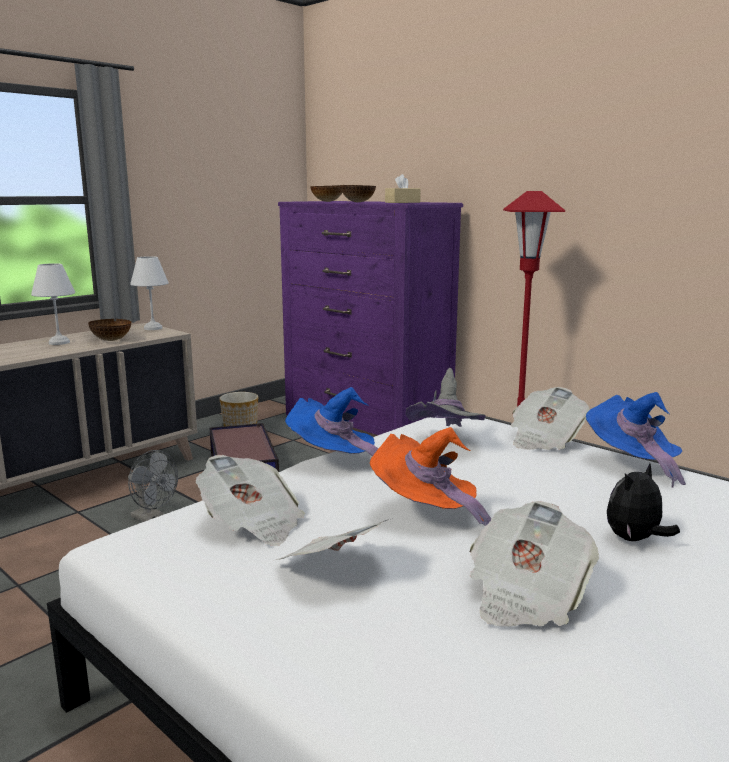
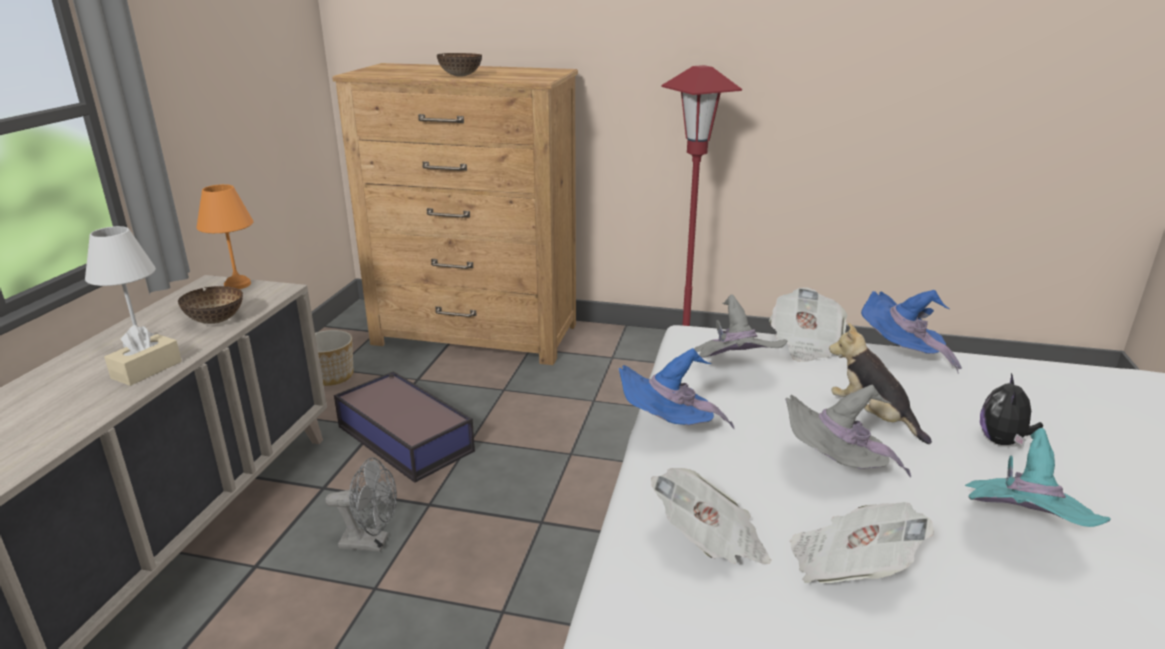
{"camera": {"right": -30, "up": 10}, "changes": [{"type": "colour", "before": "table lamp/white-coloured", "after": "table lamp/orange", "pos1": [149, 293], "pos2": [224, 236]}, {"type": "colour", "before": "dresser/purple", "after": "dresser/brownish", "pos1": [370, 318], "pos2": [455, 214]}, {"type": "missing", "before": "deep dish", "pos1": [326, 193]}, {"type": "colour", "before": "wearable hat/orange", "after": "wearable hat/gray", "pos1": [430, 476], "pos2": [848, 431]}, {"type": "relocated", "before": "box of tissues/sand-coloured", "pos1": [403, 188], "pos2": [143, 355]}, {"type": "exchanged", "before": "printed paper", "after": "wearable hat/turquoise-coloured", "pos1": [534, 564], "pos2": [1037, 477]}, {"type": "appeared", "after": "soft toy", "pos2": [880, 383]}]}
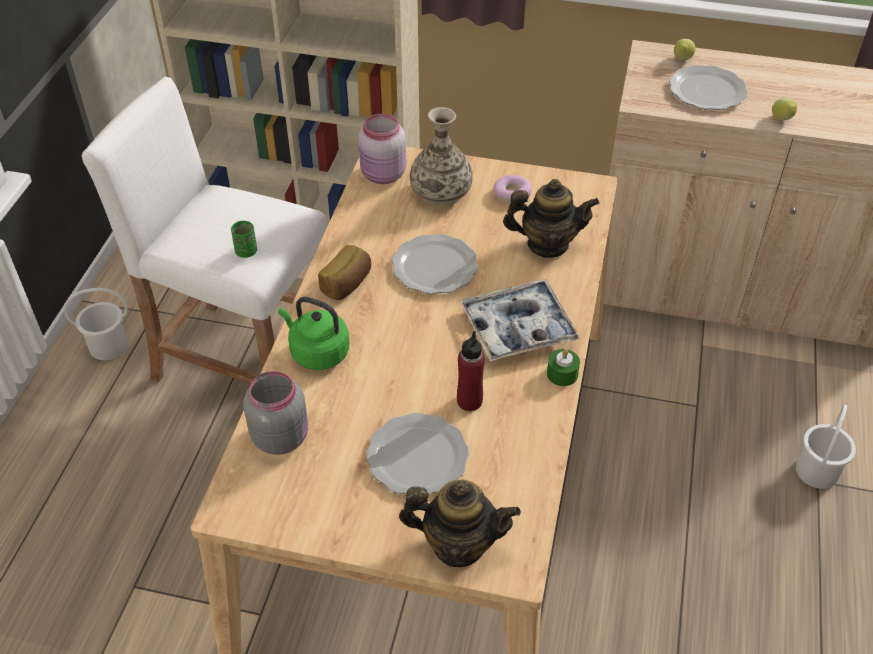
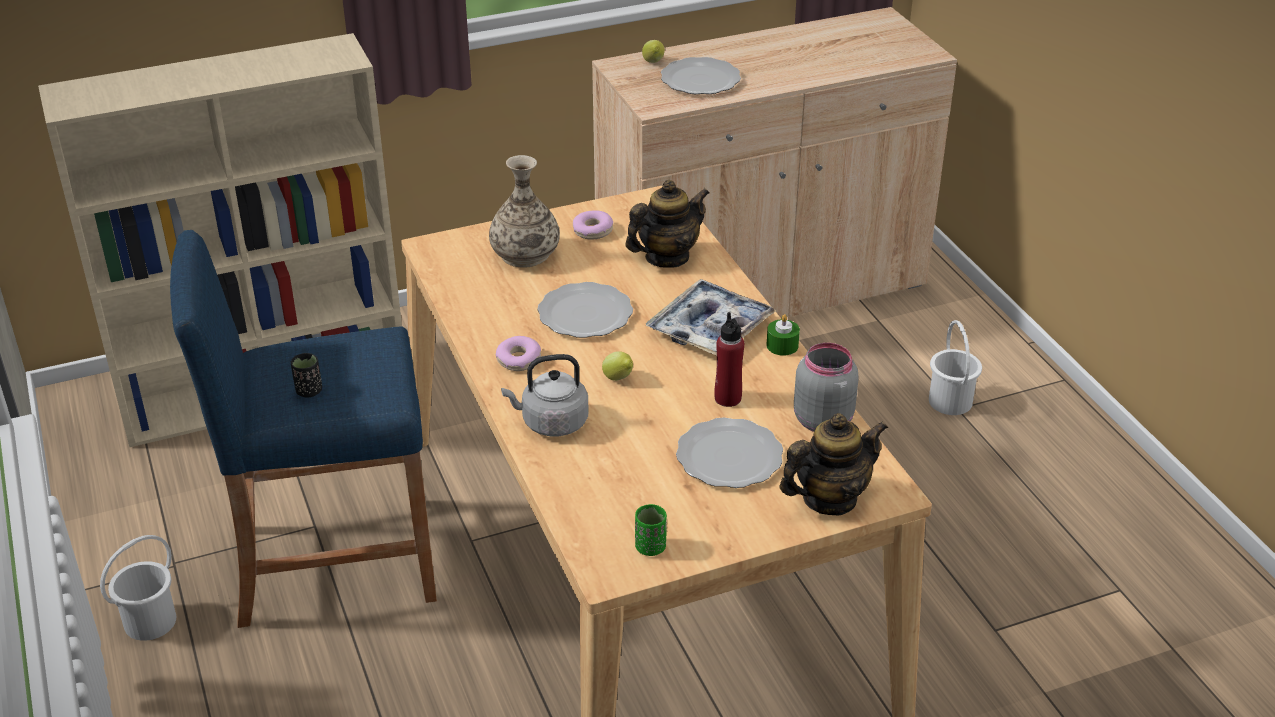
{"camera": {"right": -35, "up": -10}, "changes": [{"type": "colour", "before": "sitting stool/white-coloured", "after": "sitting stool/bluish", "pos1": [204, 230], "pos2": [303, 429]}, {"type": "relocated", "before": "drinking cup/green-coloured", "pos1": [244, 239], "pos2": [651, 530]}, {"type": "relocated", "before": "storage jar/gray", "pos1": [275, 413], "pos2": [826, 387]}, {"type": "colour", "before": "tea kettle/green-coloured", "after": "tea kettle/gray", "pos1": [313, 333], "pos2": [544, 395]}, {"type": "exchanged", "before": "bakery bread", "after": "donut", "pos1": [345, 272], "pos2": [518, 353]}, {"type": "missing", "before": "storage jar/pink", "pos1": [382, 149]}, {"type": "relocated", "before": "lemon", "pos1": [784, 109], "pos2": [617, 366]}, {"type": "appeared", "after": "drinking cup/blackish", "pos2": [306, 375]}]}
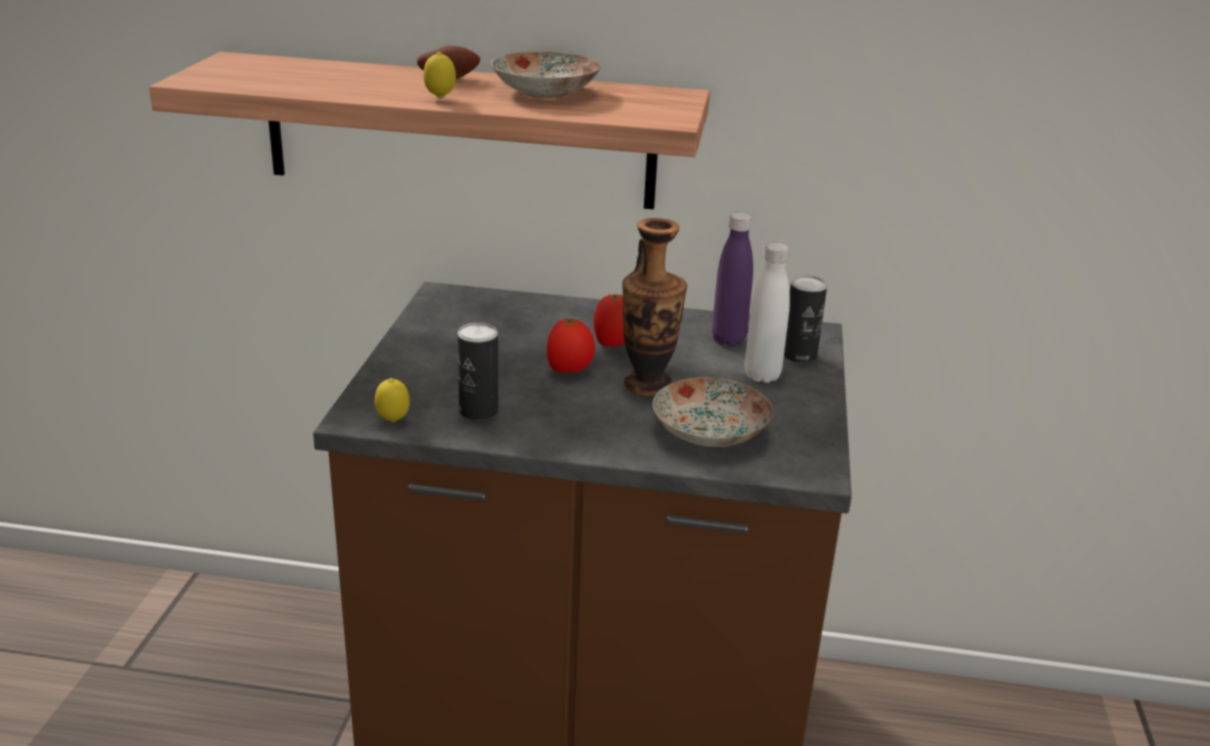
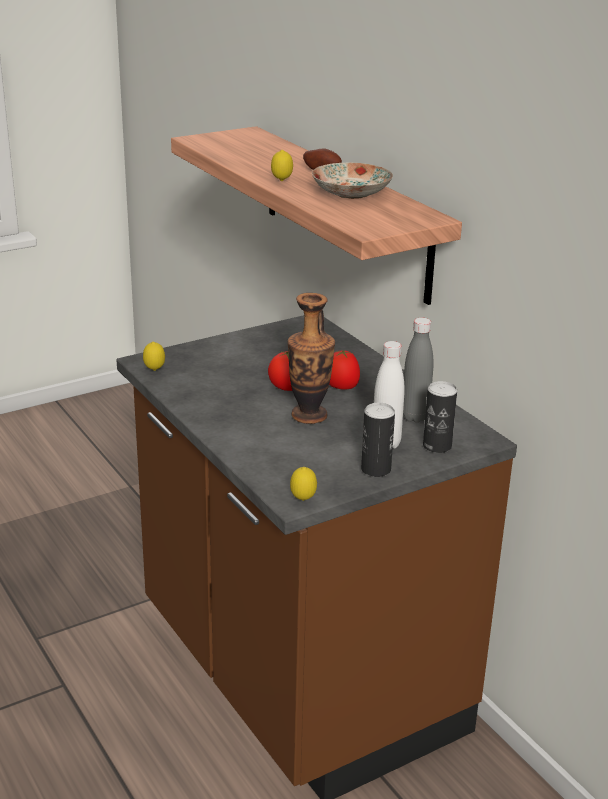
{"camera": {"right": 50, "up": 0}, "changes": [{"type": "relocated", "before": "metal can", "pos1": [477, 371], "pos2": [378, 440]}, {"type": "missing", "before": "plate", "pos1": [713, 412]}, {"type": "colour", "before": "beverage bottle/purple", "after": "beverage bottle/gray", "pos1": [732, 279], "pos2": [418, 370]}, {"type": "appeared", "after": "lemon", "pos2": [303, 484]}]}
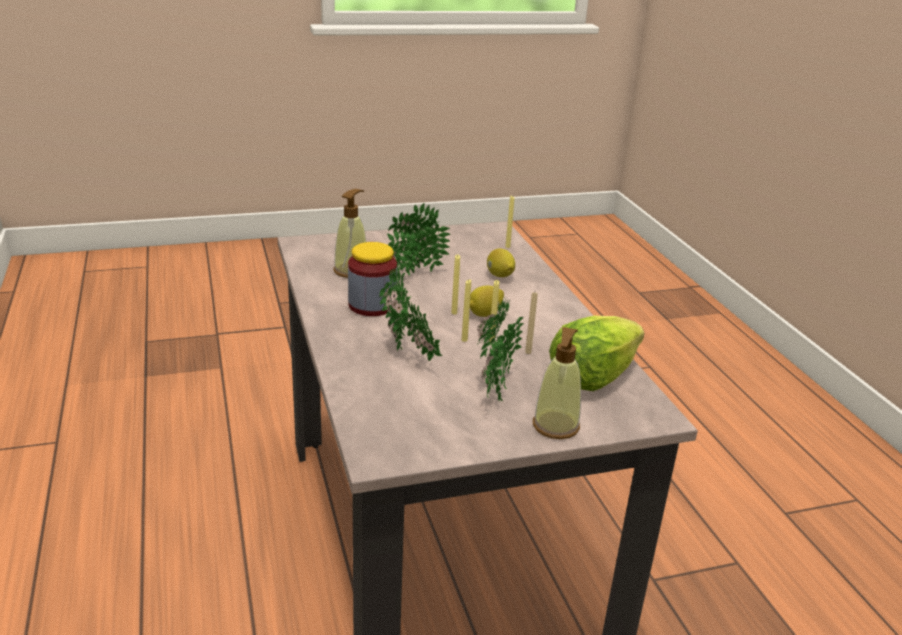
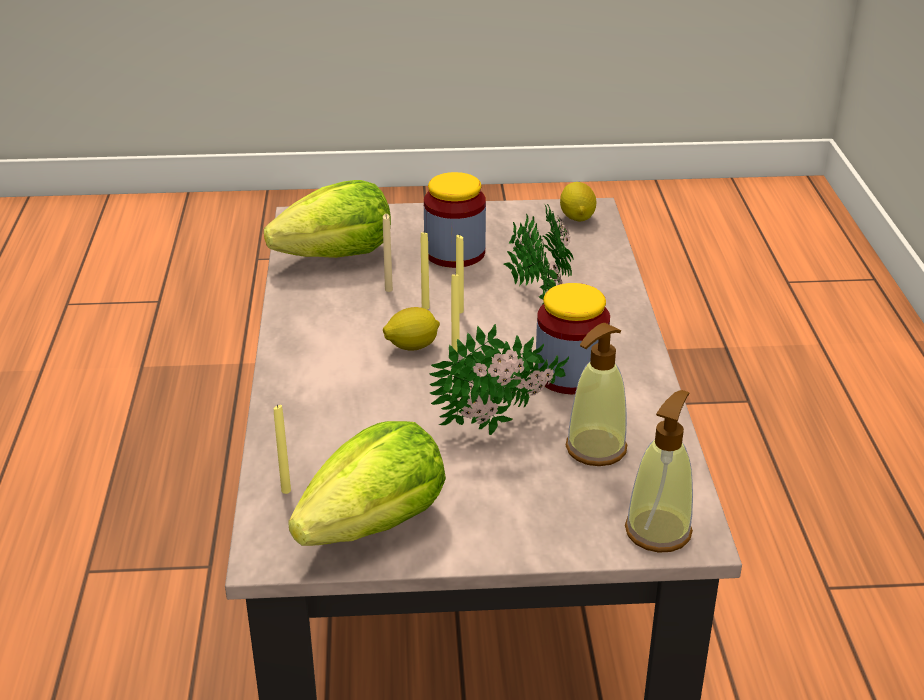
{"camera": {"right": -165, "up": 5}, "changes": [{"type": "exchanged", "before": "plant in a pot", "after": "storage jar", "pos1": [500, 350], "pos2": [455, 220]}, {"type": "relocated", "before": "lemon", "pos1": [501, 262], "pos2": [578, 202]}, {"type": "relocated", "before": "soap dispenser", "pos1": [557, 383], "pos2": [659, 471]}, {"type": "appeared", "after": "head of lettuce", "pos2": [367, 483]}]}
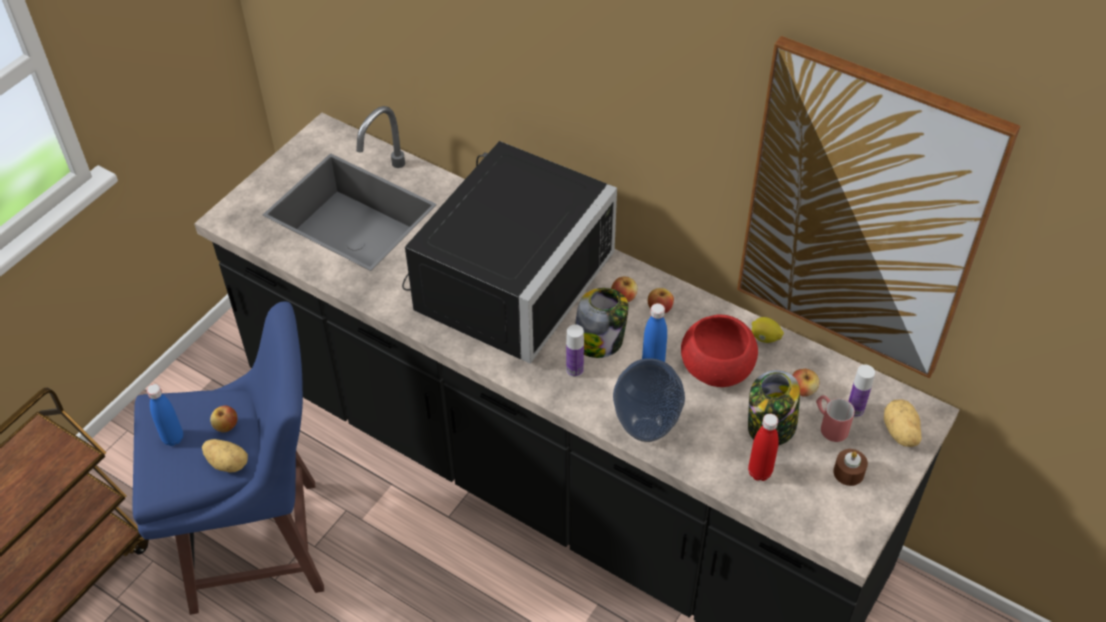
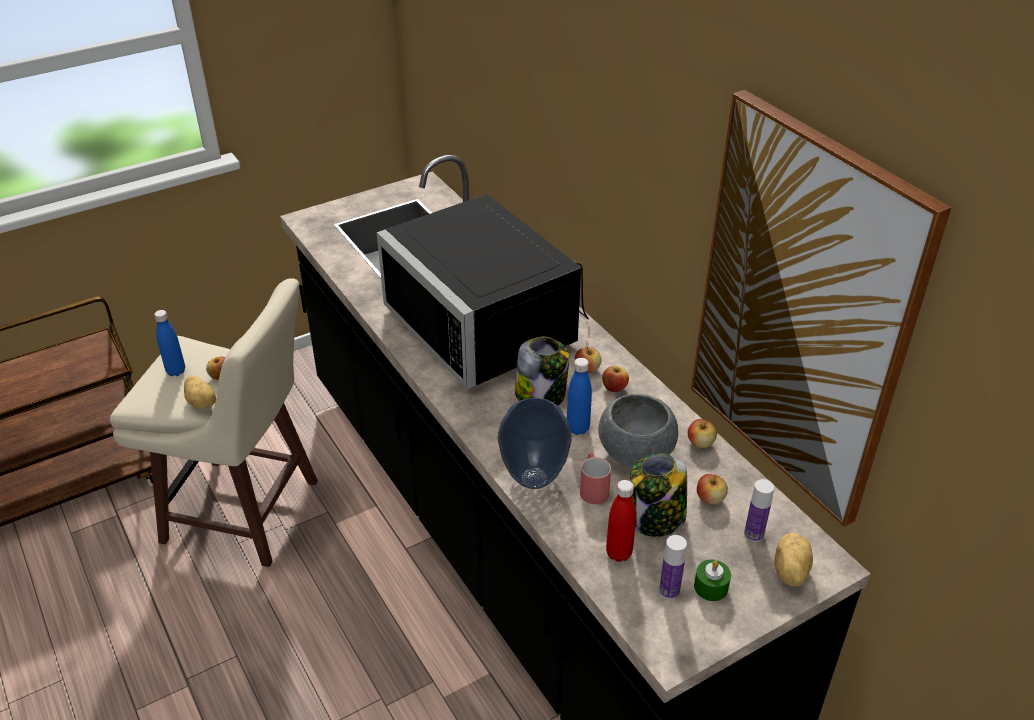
{"camera": {"right": 25, "up": -10}, "changes": [{"type": "colour", "before": "sitting stool/bluish", "after": "sitting stool/sand-coloured", "pos1": [228, 458], "pos2": [214, 422]}, {"type": "spun", "before": "microwave oven/blackish", "pos1": [509, 252], "pos2": [483, 291], "turn": 90}, {"type": "relocated", "before": "beverage bottle", "pos1": [575, 350], "pos2": [673, 567]}, {"type": "colour", "before": "deep dish/reddish", "after": "deep dish/gray", "pos1": [719, 350], "pos2": [638, 430]}, {"type": "exchanged", "before": "lemon", "after": "apple fruit", "pos1": [768, 330], "pos2": [702, 433]}, {"type": "relocated", "before": "mug/reddish", "pos1": [835, 418], "pos2": [595, 478]}, {"type": "colour", "before": "candle/brownish", "after": "candle/green-coloured", "pos1": [850, 467], "pos2": [712, 580]}]}
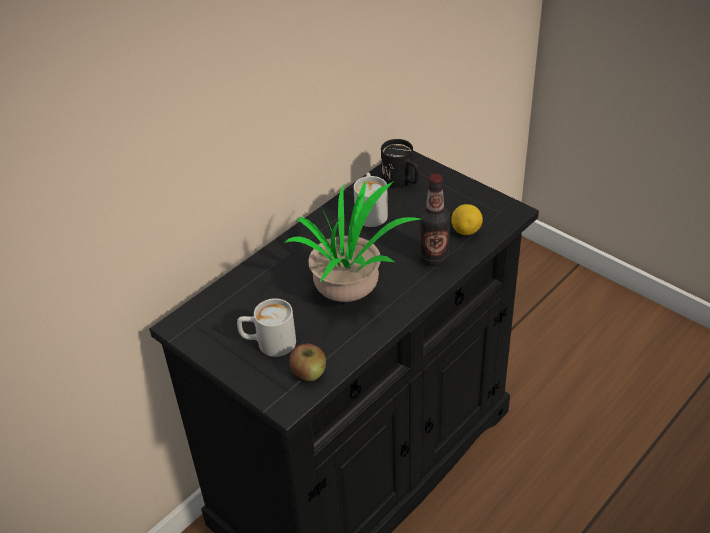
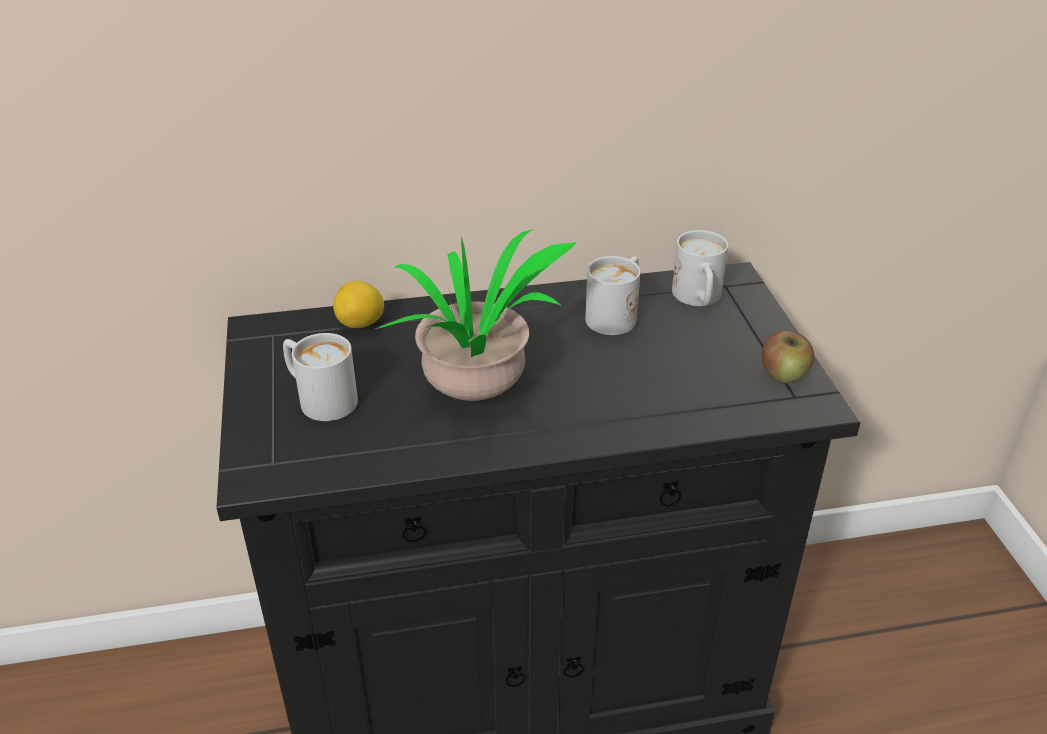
{"camera": {"right": 35, "up": -5}, "changes": [{"type": "relocated", "before": "apple fruit", "pos1": [307, 362], "pos2": [788, 357]}, {"type": "colour", "before": "mug/blackish", "after": "mug/white-coloured", "pos1": [400, 163], "pos2": [700, 268]}, {"type": "missing", "before": "beverage bottle", "pos1": [434, 220]}, {"type": "relocated", "before": "lemon", "pos1": [467, 219], "pos2": [358, 304]}]}
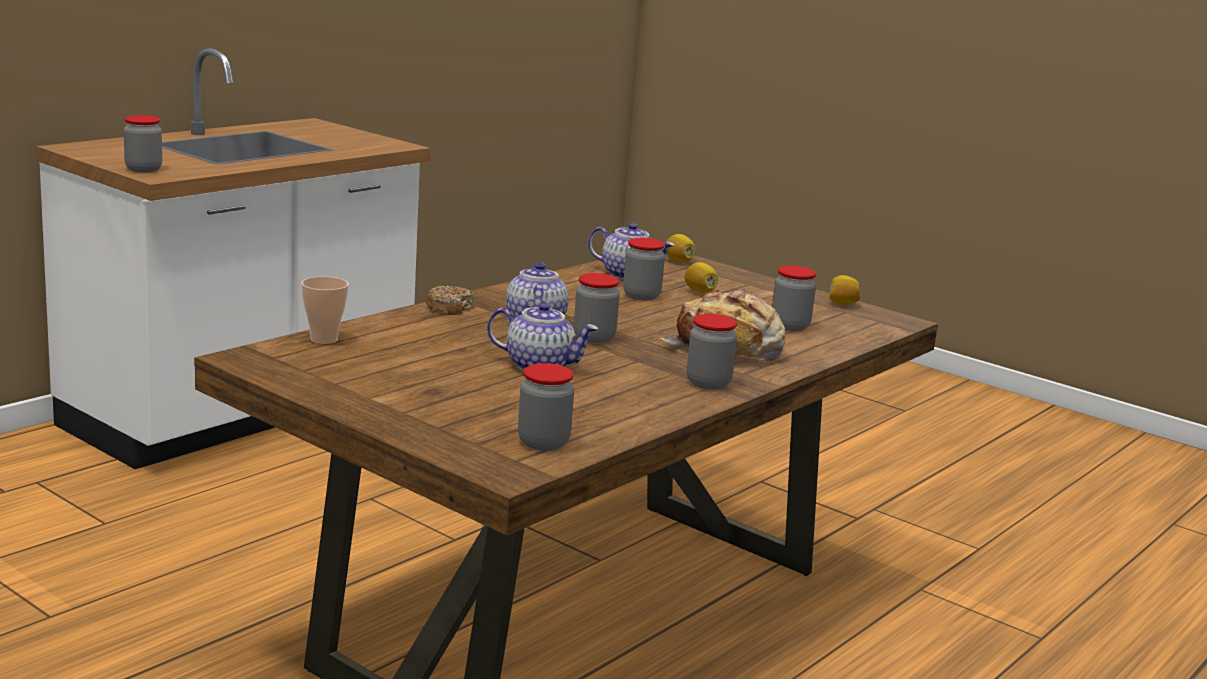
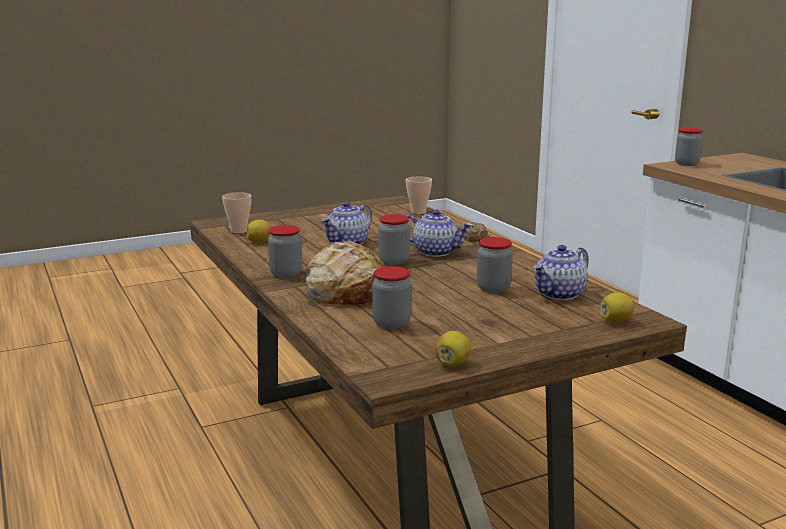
{"camera": {"right": 115, "up": 0}, "changes": [{"type": "exchanged", "before": "storage jar", "after": "drinking cup", "pos1": [546, 407], "pos2": [236, 213]}, {"type": "relocated", "before": "lemon", "pos1": [701, 277], "pos2": [258, 231]}]}
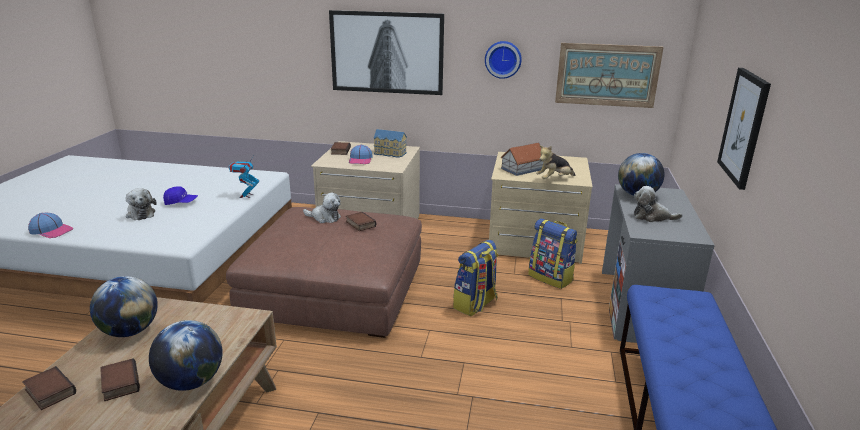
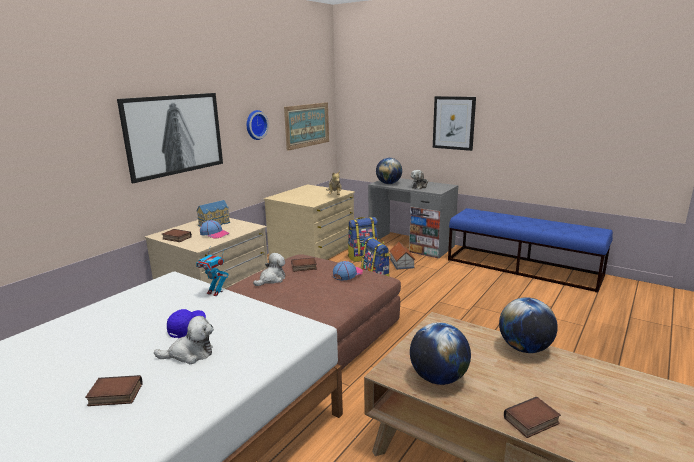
{"camera": {"right": -65, "up": -5}, "changes": [{"type": "relocated", "before": "baseball cap", "pos1": [50, 225], "pos2": [348, 271]}, {"type": "relocated", "before": "bound book", "pos1": [120, 379], "pos2": [114, 390]}, {"type": "relocated", "before": "miniature house", "pos1": [522, 159], "pos2": [402, 256]}]}
